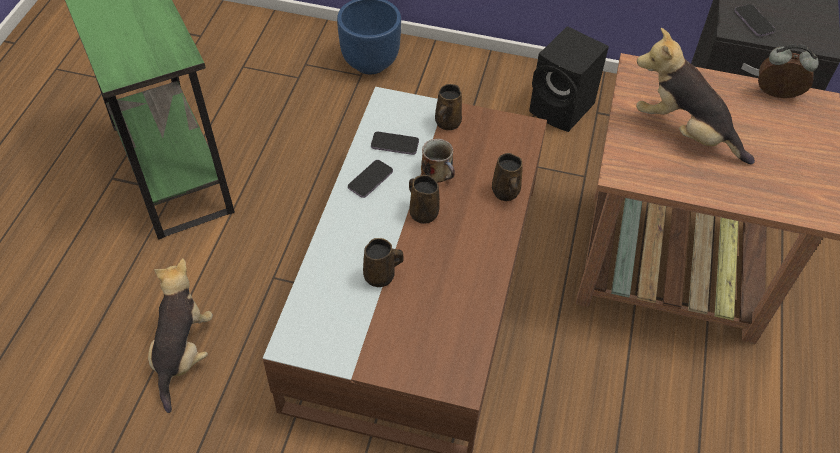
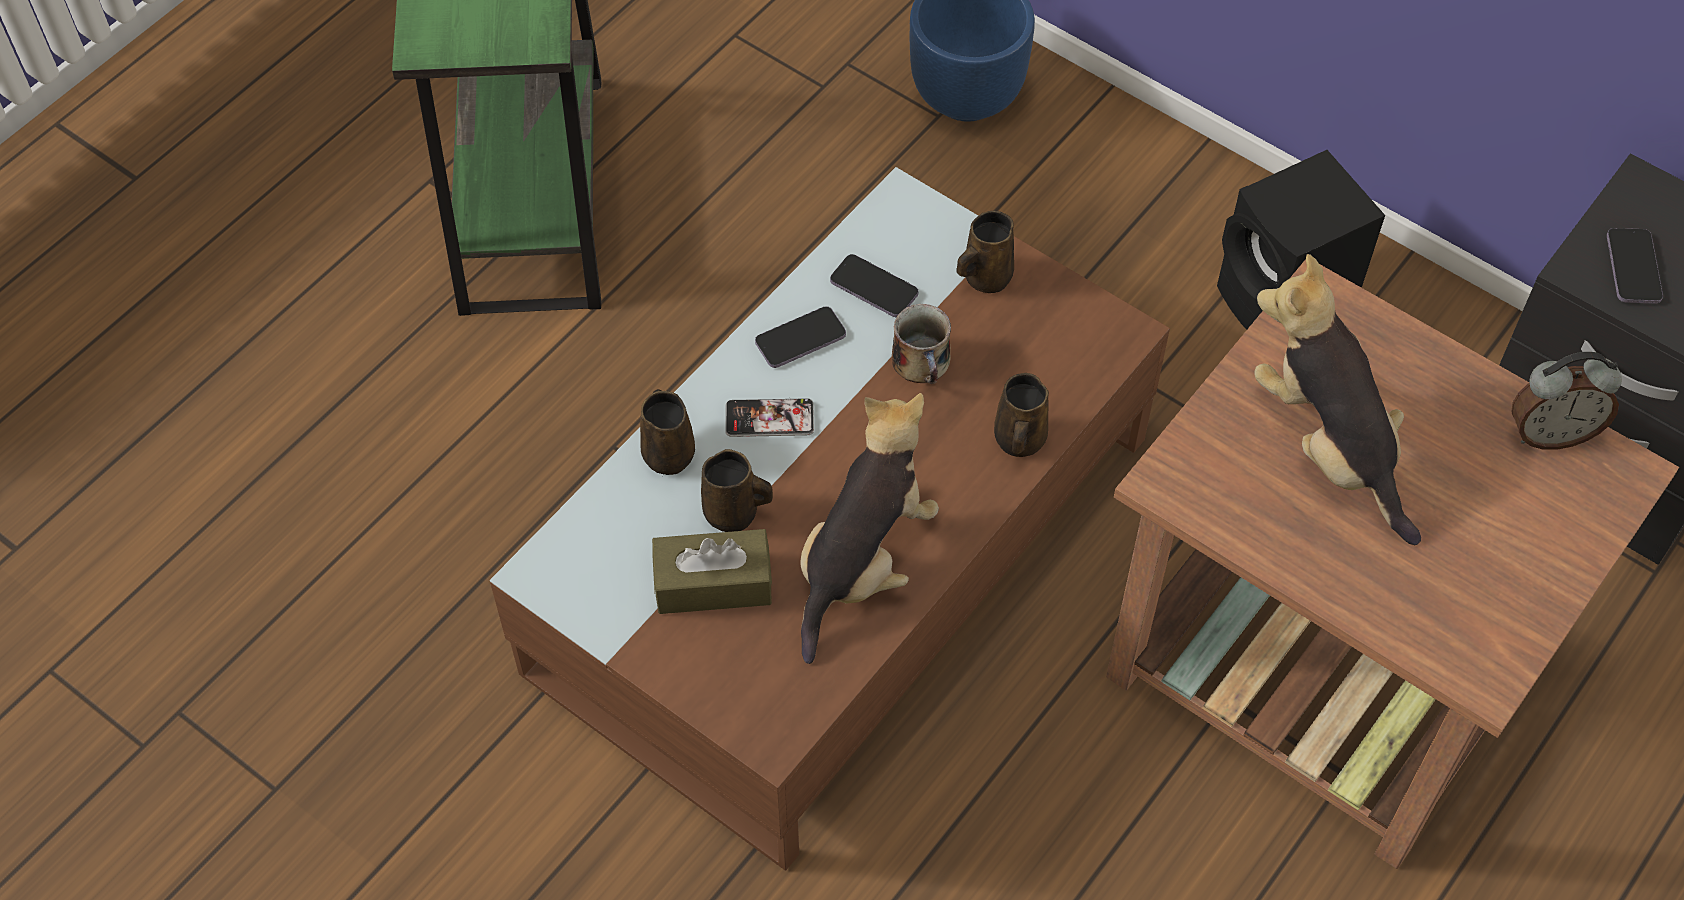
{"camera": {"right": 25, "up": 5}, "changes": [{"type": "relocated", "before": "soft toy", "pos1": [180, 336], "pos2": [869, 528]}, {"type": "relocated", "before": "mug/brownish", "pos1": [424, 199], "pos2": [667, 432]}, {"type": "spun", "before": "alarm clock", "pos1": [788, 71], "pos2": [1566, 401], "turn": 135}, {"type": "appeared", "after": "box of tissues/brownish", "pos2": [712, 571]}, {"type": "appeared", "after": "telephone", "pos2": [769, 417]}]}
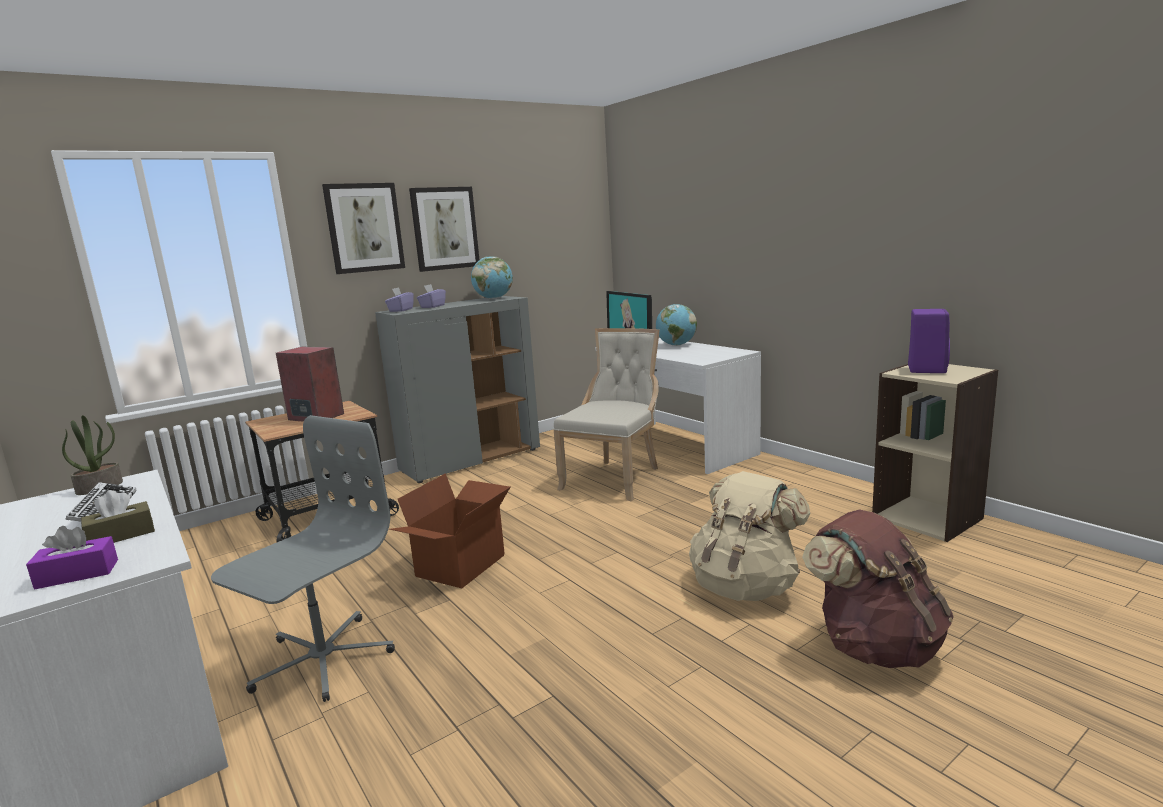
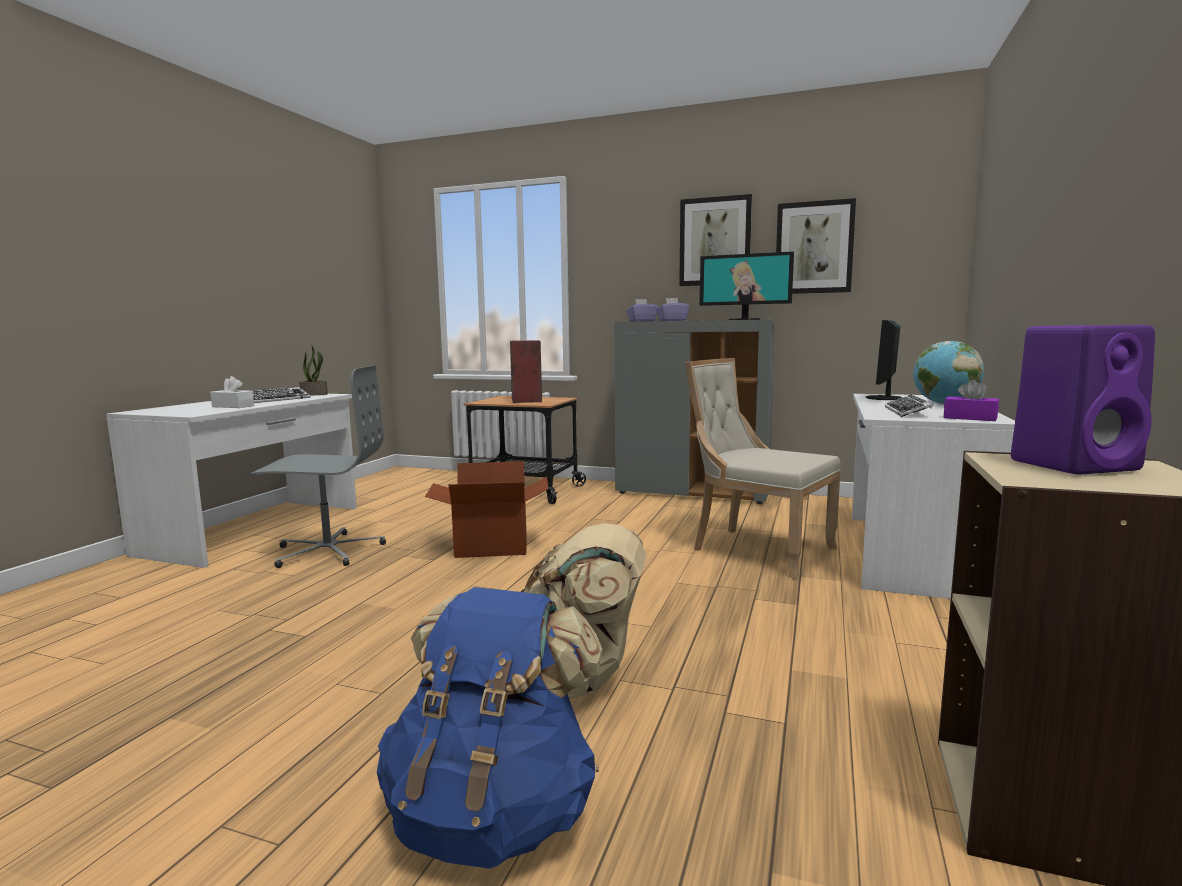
{"camera": {"right": 55, "up": -5}, "changes": [{"type": "relocated", "before": "box of tissues/purple", "pos1": [72, 557], "pos2": [971, 400]}, {"type": "colour", "before": "box of tissues/brownish", "after": "box of tissues/white-coloured", "pos1": [118, 516], "pos2": [232, 392]}, {"type": "relocated", "before": "picture", "pos1": [363, 228], "pos2": [816, 246]}, {"type": "exchanged", "before": "desk globe", "after": "computer screen", "pos1": [492, 277], "pos2": [746, 285]}, {"type": "spun", "before": "plain chair/sand-coloured", "pos1": [606, 414], "pos2": [763, 468], "turn": -135}, {"type": "colour", "before": "backpack/brownish", "after": "backpack/bluish", "pos1": [878, 588], "pos2": [489, 728]}, {"type": "appeared", "after": "keyboard", "pos2": [909, 406]}]}
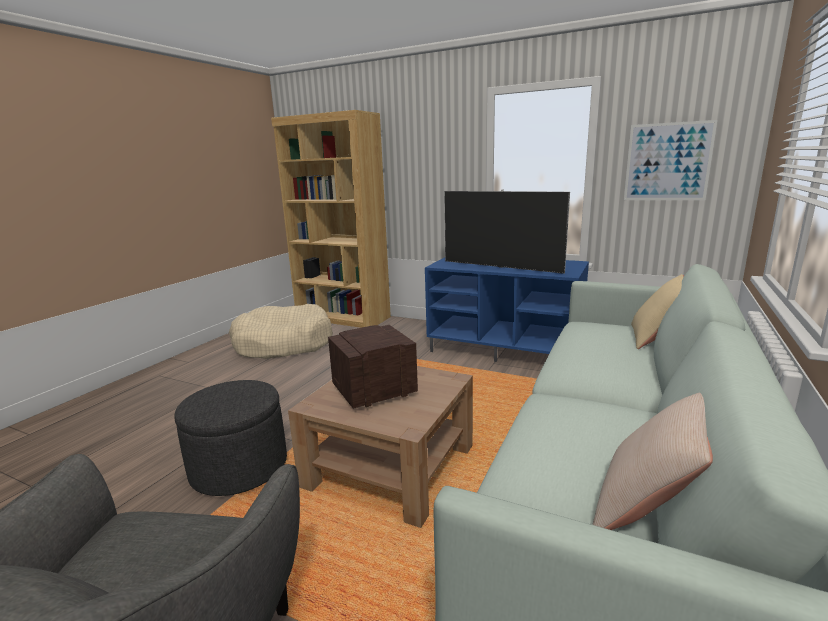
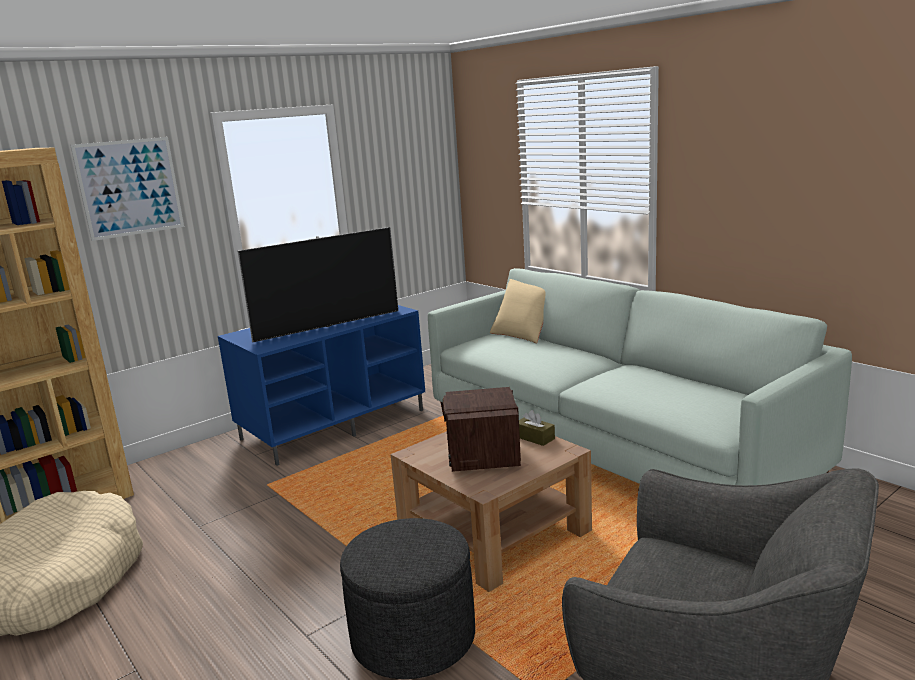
{"camera": {"right": -65, "up": 0}, "changes": [{"type": "missing", "before": "pillow/sand-coloured", "pos1": [652, 461]}, {"type": "relocated", "before": "picture", "pos1": [670, 160], "pos2": [127, 189]}, {"type": "appeared", "after": "box of tissues/brownish", "pos2": [537, 428]}]}
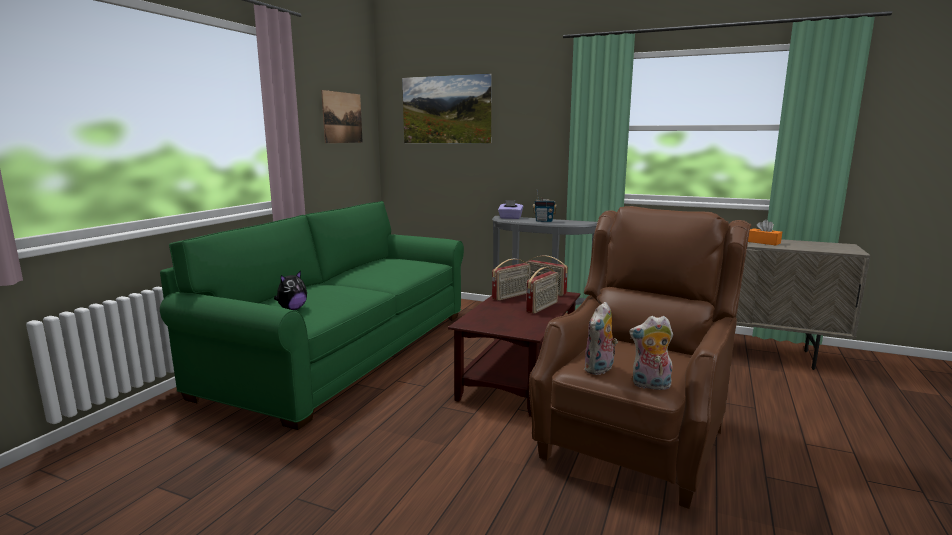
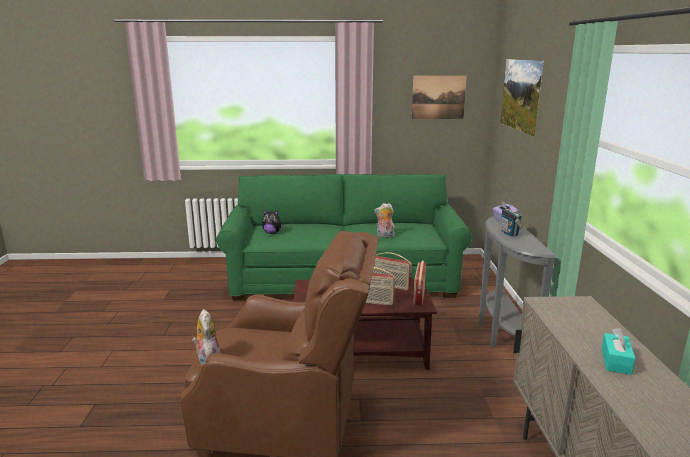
{"camera": {"right": 65, "up": 5}, "changes": [{"type": "relocated", "before": "soft toy", "pos1": [601, 338], "pos2": [384, 220]}, {"type": "colour", "before": "box of tissues/orange", "after": "box of tissues/turquoise-coloured", "pos1": [765, 232], "pos2": [619, 351]}]}
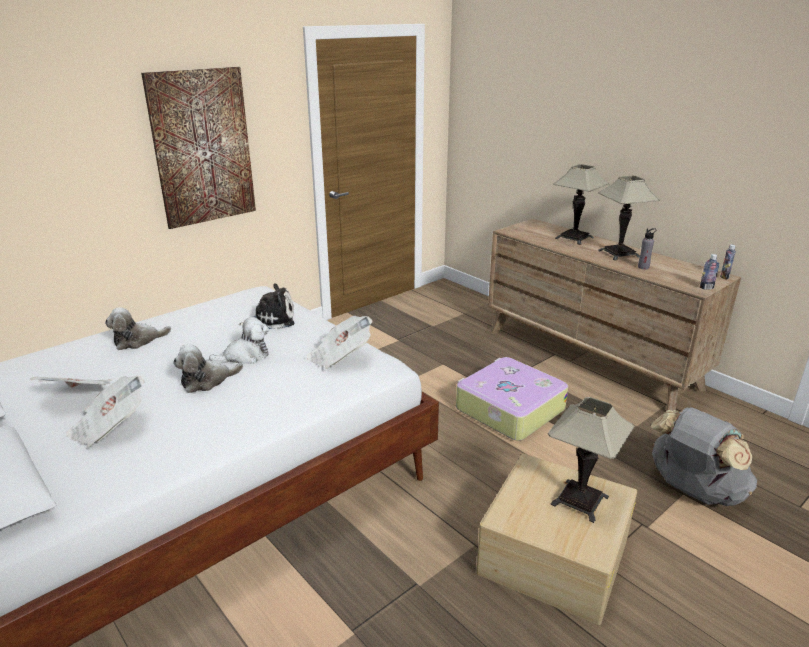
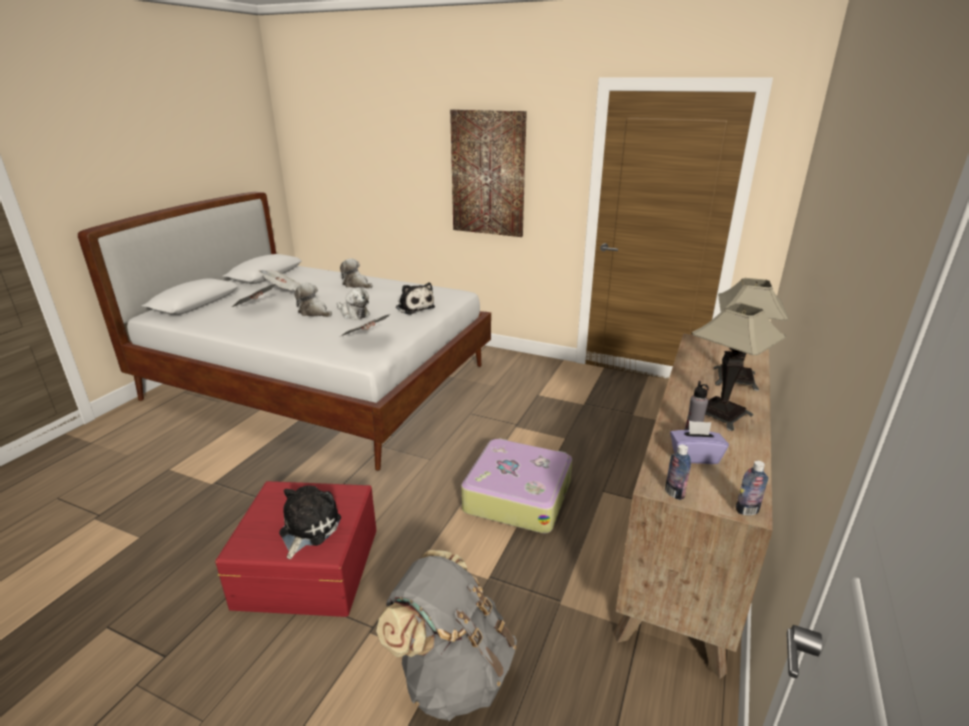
{"camera": {"right": 65, "up": 0}, "changes": [{"type": "colour", "before": "storage container/sand-coloured", "after": "storage container/reddish", "pos1": [556, 539], "pos2": [295, 549]}, {"type": "exchanged", "before": "table lamp", "after": "soft toy", "pos1": [591, 460], "pos2": [310, 522]}, {"type": "appeared", "after": "box of tissues/purple", "pos2": [699, 442]}]}
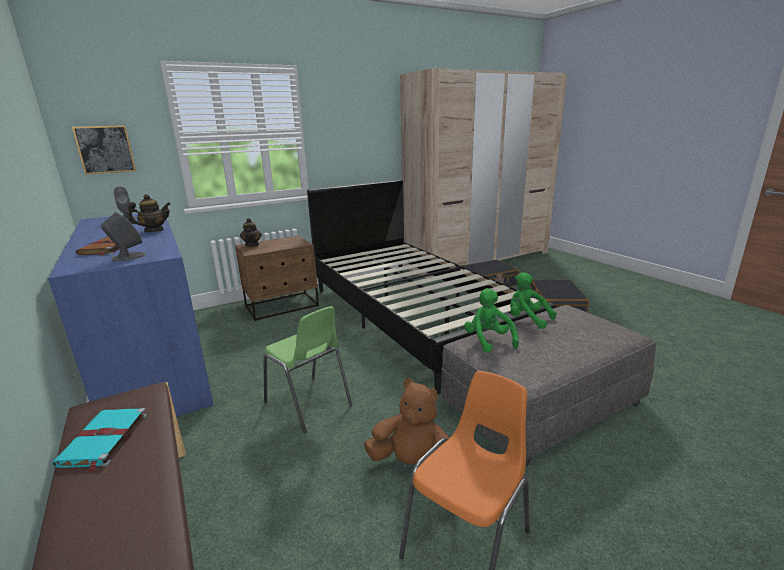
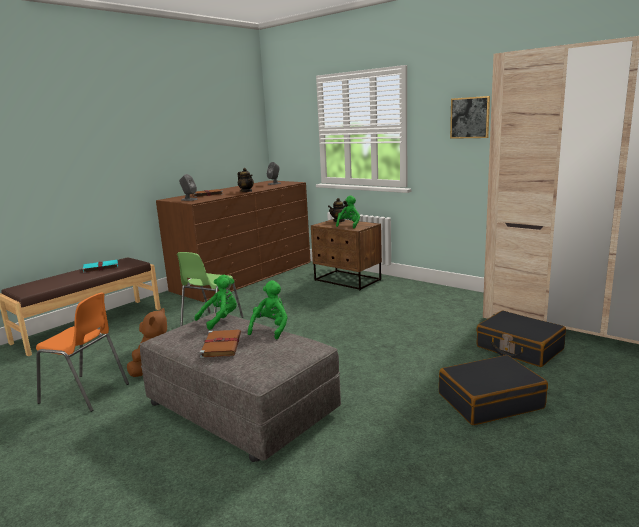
{"camera": {"right": 70, "up": -5}, "changes": [{"type": "colour", "before": "dresser/bluish", "after": "dresser/brownish", "pos1": [130, 315], "pos2": [233, 241]}, {"type": "relocated", "before": "picture", "pos1": [104, 150], "pos2": [470, 117]}, {"type": "missing", "before": "bedroom bed/blackish", "pos1": [431, 287]}, {"type": "appeared", "after": "bound book/brownish", "pos2": [220, 343]}, {"type": "appeared", "after": "soft toy/green-coloured", "pos2": [348, 211]}]}
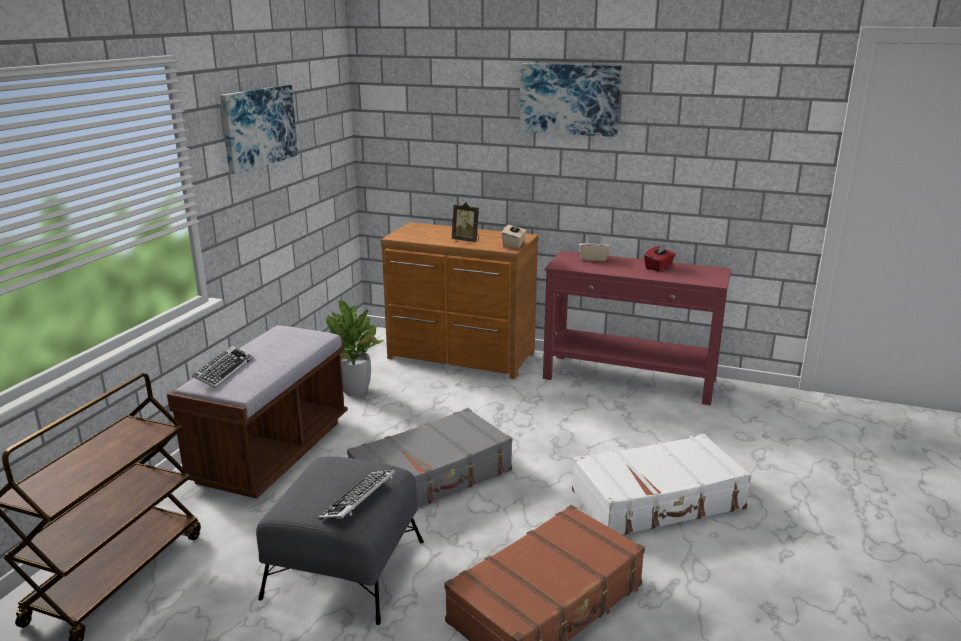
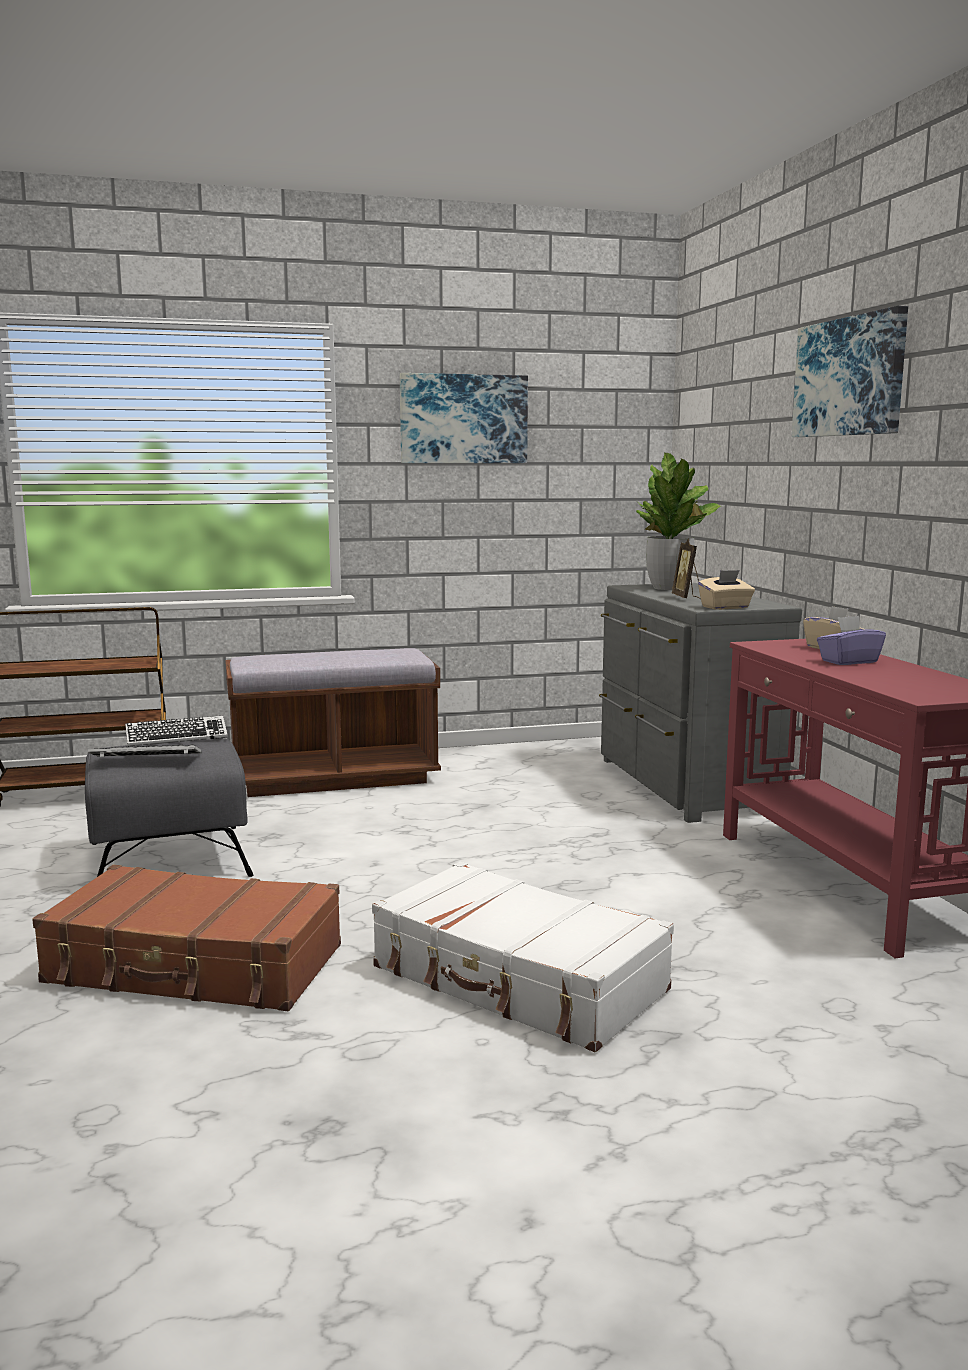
{"camera": {"right": 55, "up": -10}, "changes": [{"type": "relocated", "before": "keyboard", "pos1": [223, 367], "pos2": [176, 731]}, {"type": "relocated", "before": "plant in a pot", "pos1": [355, 348], "pos2": [678, 521]}, {"type": "missing", "before": "travel case/gray", "pos1": [429, 458]}, {"type": "colour", "before": "dresser/brownish", "after": "dresser/gray", "pos1": [460, 300], "pos2": [700, 703]}, {"type": "missing", "before": "box of tissues/reddish", "pos1": [660, 257]}, {"type": "appeared", "after": "box of tissues/purple", "pos2": [851, 640]}]}
